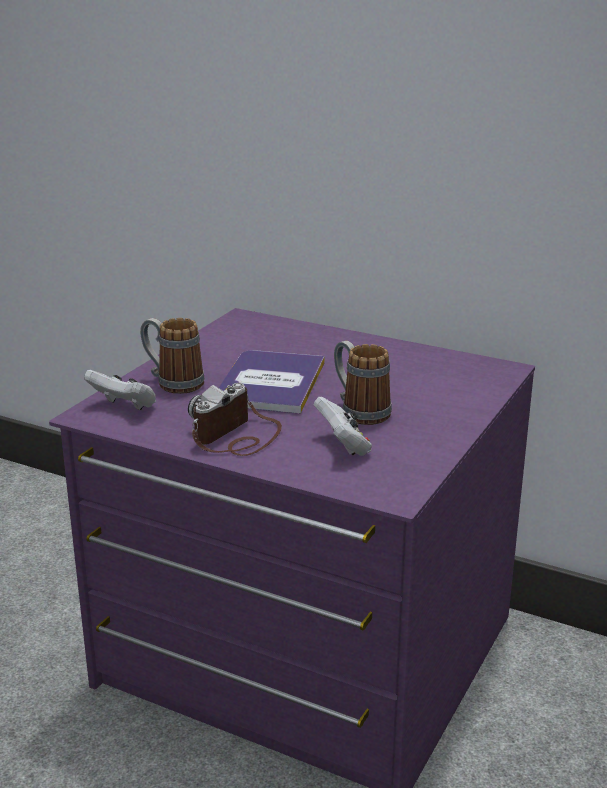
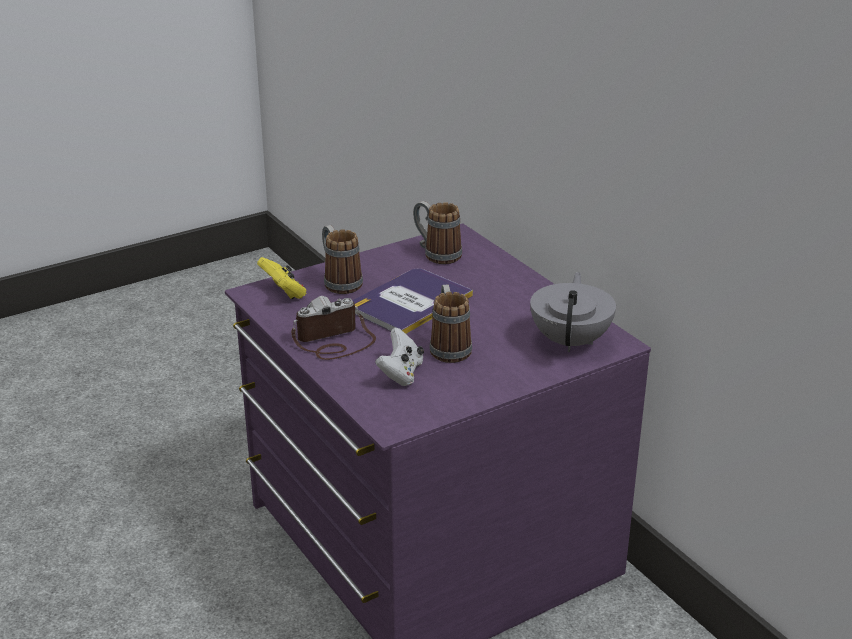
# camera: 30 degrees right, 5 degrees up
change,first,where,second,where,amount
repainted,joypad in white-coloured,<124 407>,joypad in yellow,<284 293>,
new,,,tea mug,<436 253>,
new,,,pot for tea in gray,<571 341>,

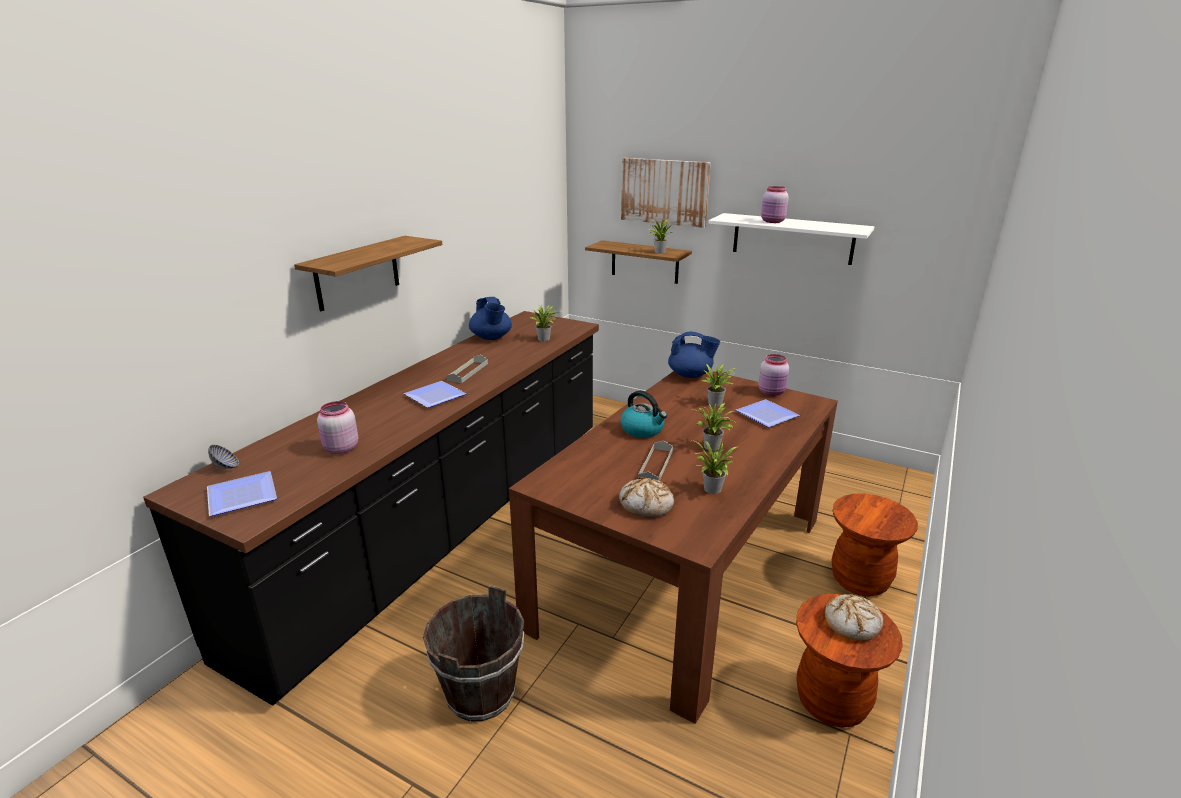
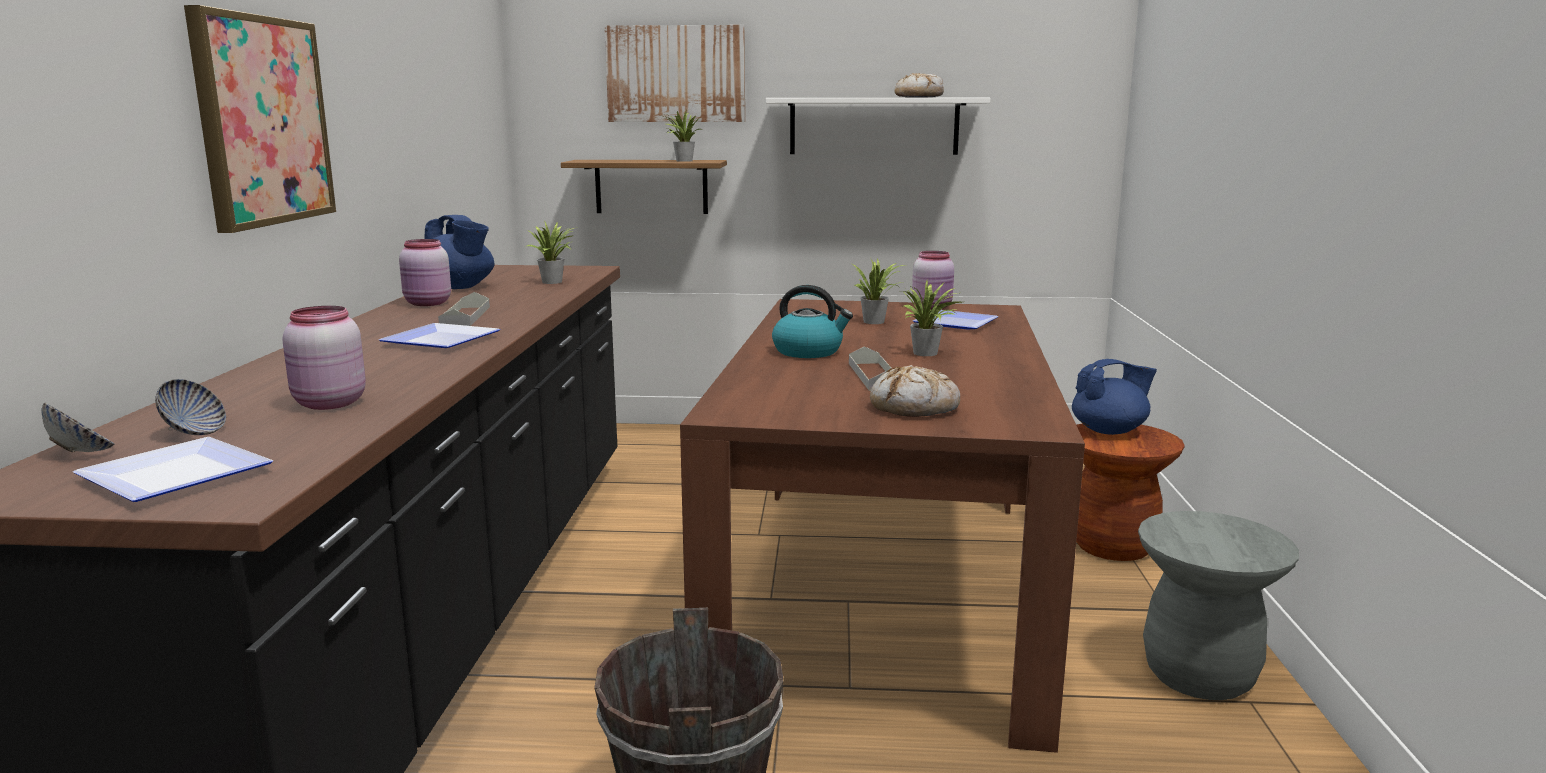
# camera: 25 degrees left, 10 degrees down
change,first,where,second,where,amount
swapped,shelf,<357 273>,wall art,<262 121>,
shifted,pot for tea in blue-coloured,<691 375>,,<1110 431>,
gone,potted plant,<711 490>,,,
shifted,preserve jar in pink,<773 221>,,<428 303>,
repainted,sitting stool in brown,<831 702>,sitting stool in gray,<1199 675>,
shifted,bakery bread,<852 623>,,<919 97>,
new,,,bowl,<194 432>,

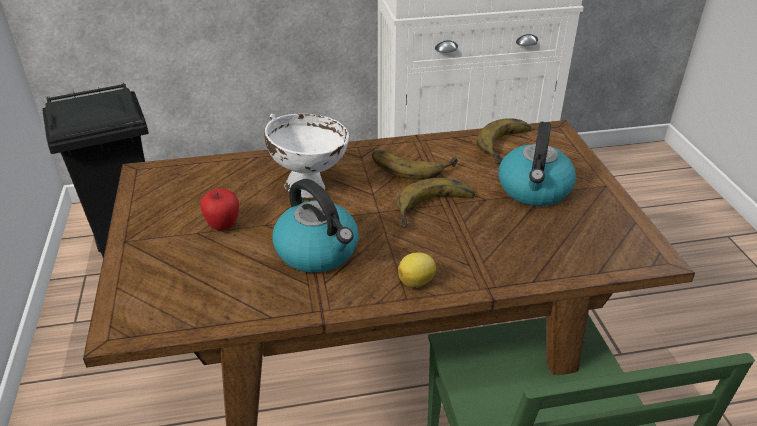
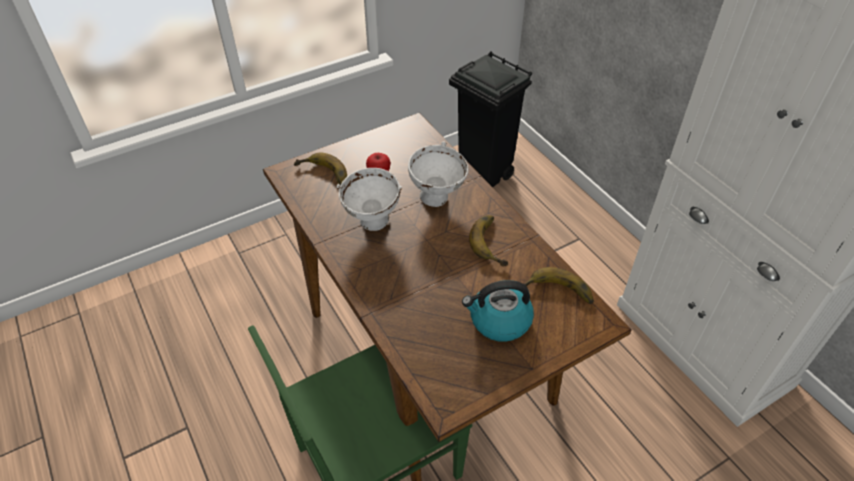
# camera: 70 degrees right, 10 degrees up
change,first,where,second,where,amount
swapped,tea kettle,<318 251>,bowl in white-coloured,<373 223>,
shifted,whole banana,<436 210>,,<322 176>,
gone,citrus fruit,<417 282>,,,

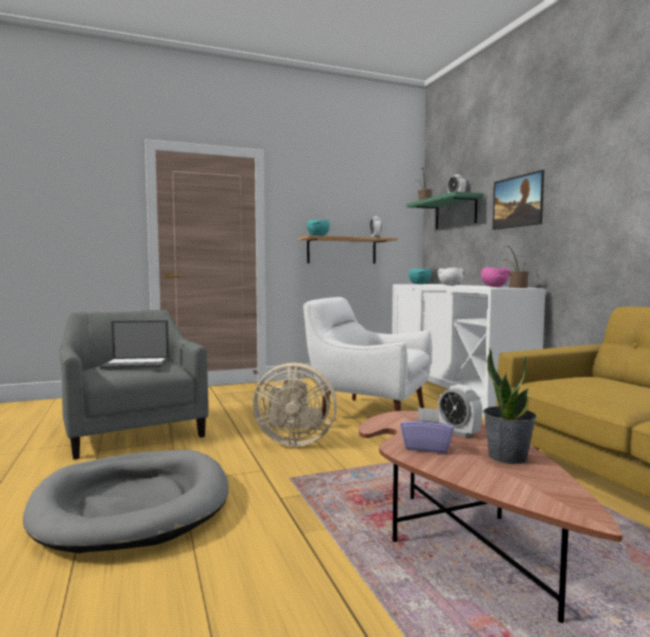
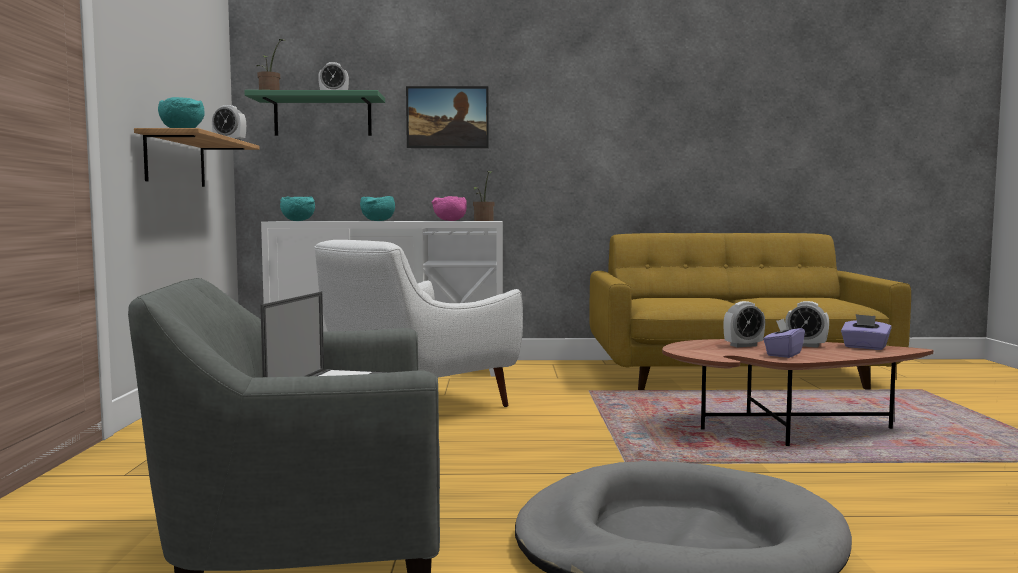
# camera: 70 degrees left, 0 degrees up
change,first,where,second,where,amount
gone,electric fan in beige-coloured,<293 441>,,,
repainted,bowl in white-coloured,<450 285>,bowl in turquoise-coloured,<377 221>,
swapped,potted plant,<507 457>,alarm clock,<806 345>,
new,,,tissue holder in purple,<865 347>,

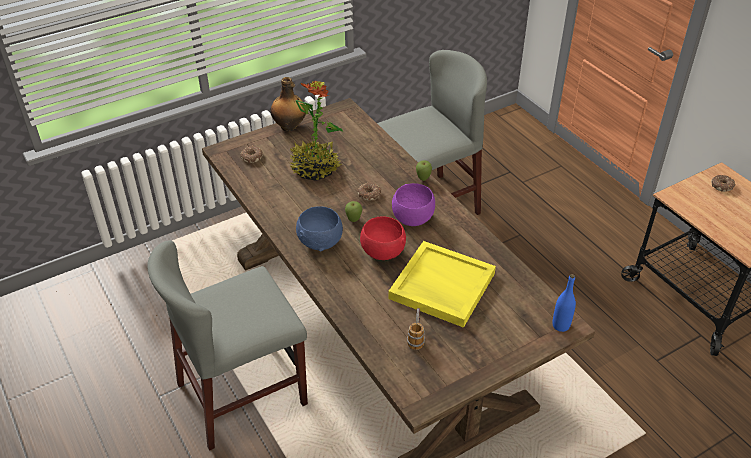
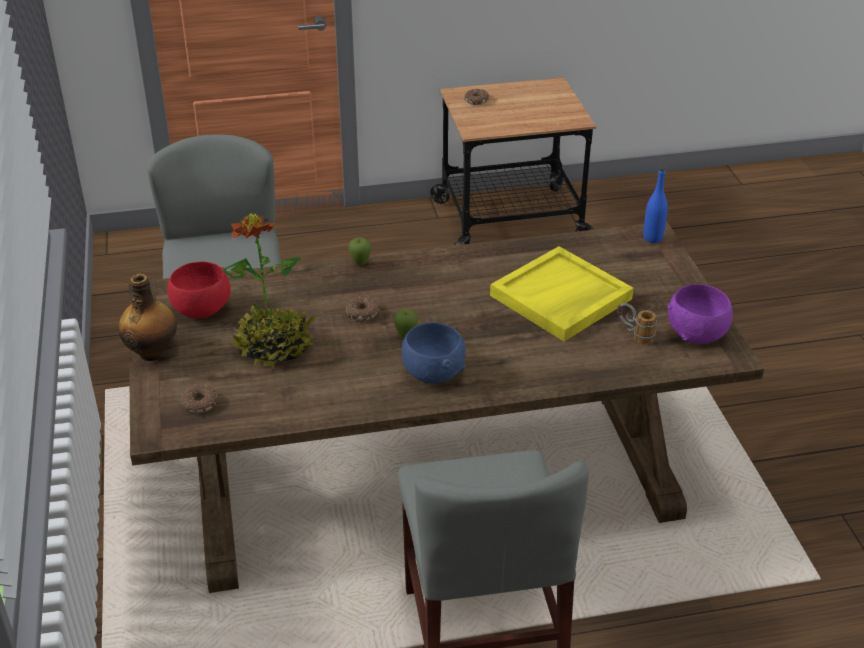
# camera: 70 degrees left, 5 degrees down
change,first,where,second,where,amount
shifted,bowl in reddish,<382 252>,,<200 310>,
shifted,bowl in purple,<413 219>,,<697 335>,

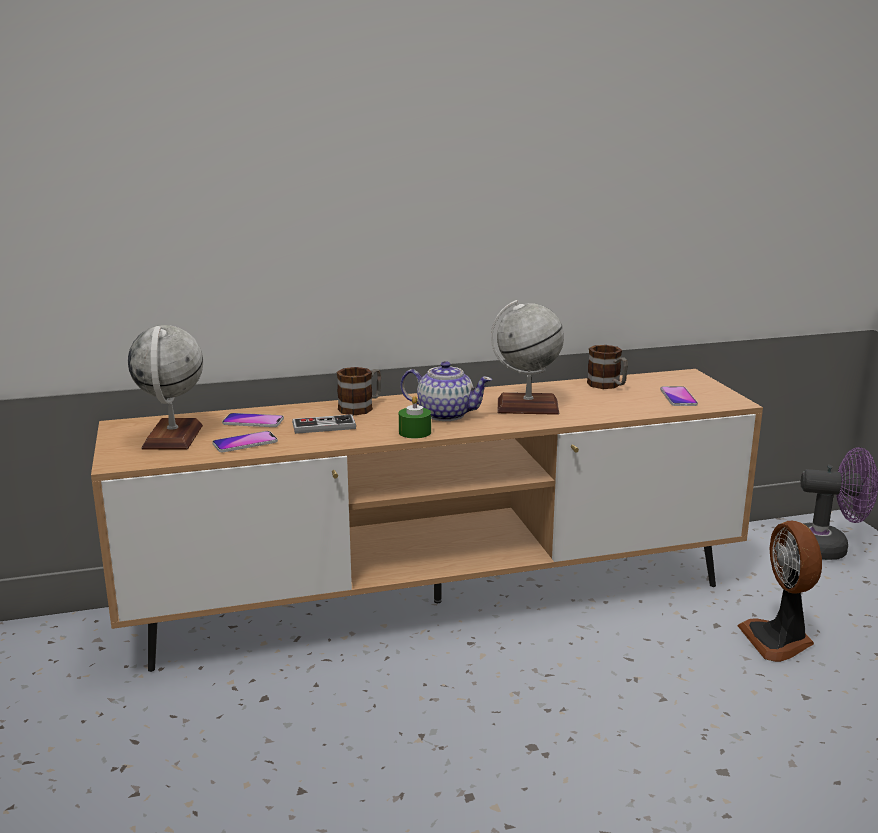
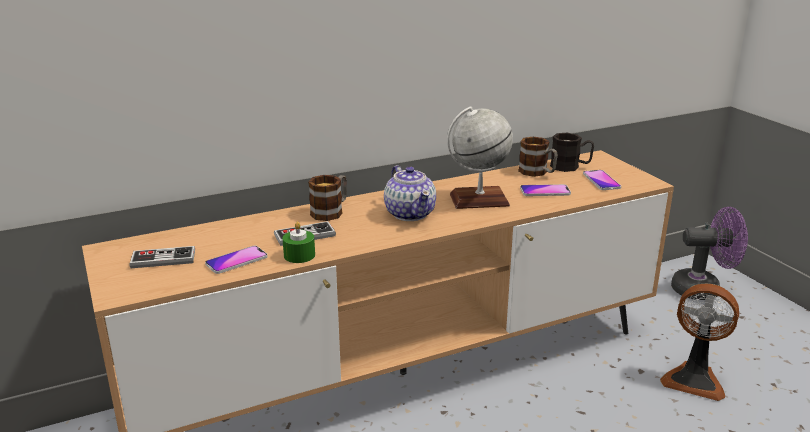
# camera: 10 degrees left, 5 degrees up
change,first,where,second,where,amount
swapped,desk globe,<173 437>,joypad,<163 259>,
shifted,handset,<253 421>,,<545 191>,
shifted,wax candle in green-coloured,<415 432>,,<299 255>,
rotated,pot for tea,<445 414>,,<410 213>,60 degrees clockwise
rotated,electric fan,<779 640>,,<694 380>,45 degrees counterclockwise
new,,,tea mug in black-coloured,<570 167>,

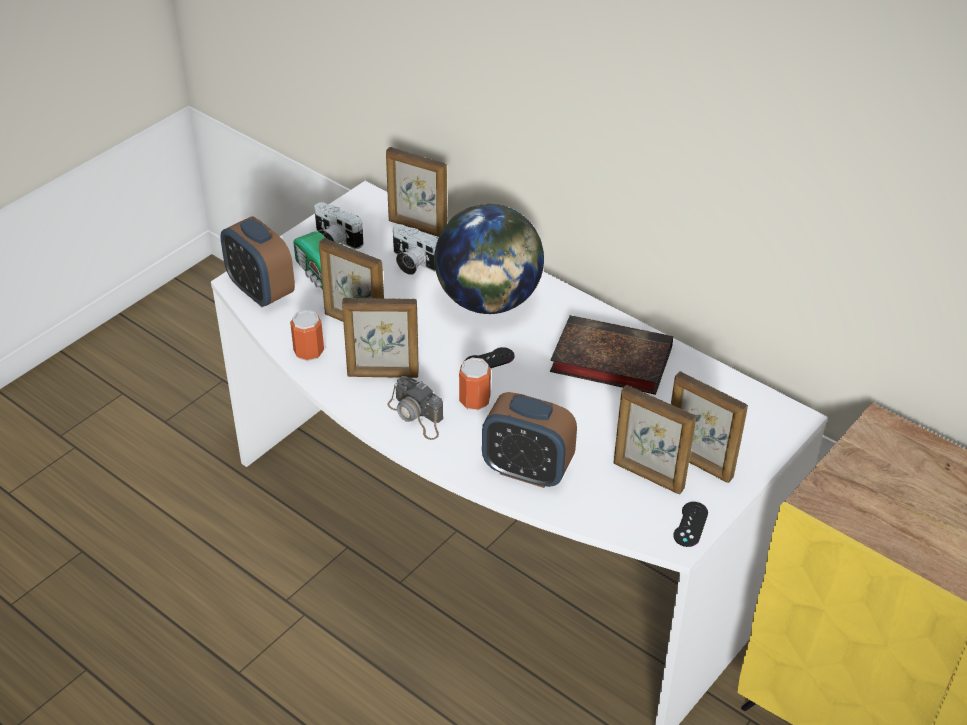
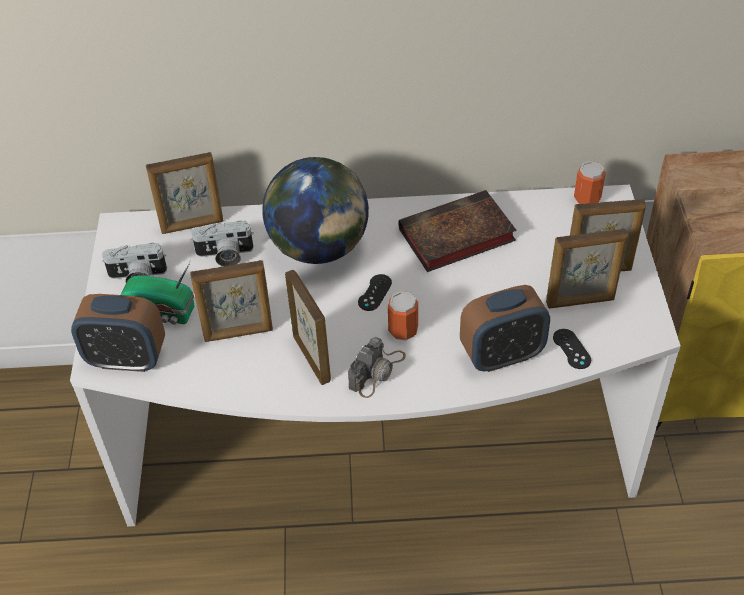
# camera: 40 degrees left, 5 degrees up
change,first,where,second,where,amount
shifted,sealed can,<309 352>,,<587 199>,
rotated,photo frame,<383 375>,,<312 358>,75 degrees counterclockwise
rotated,photo camera,<417 415>,,<377 371>,60 degrees counterclockwise
shifted,joypad in black-coloured,<690 524>,,<571 349>,

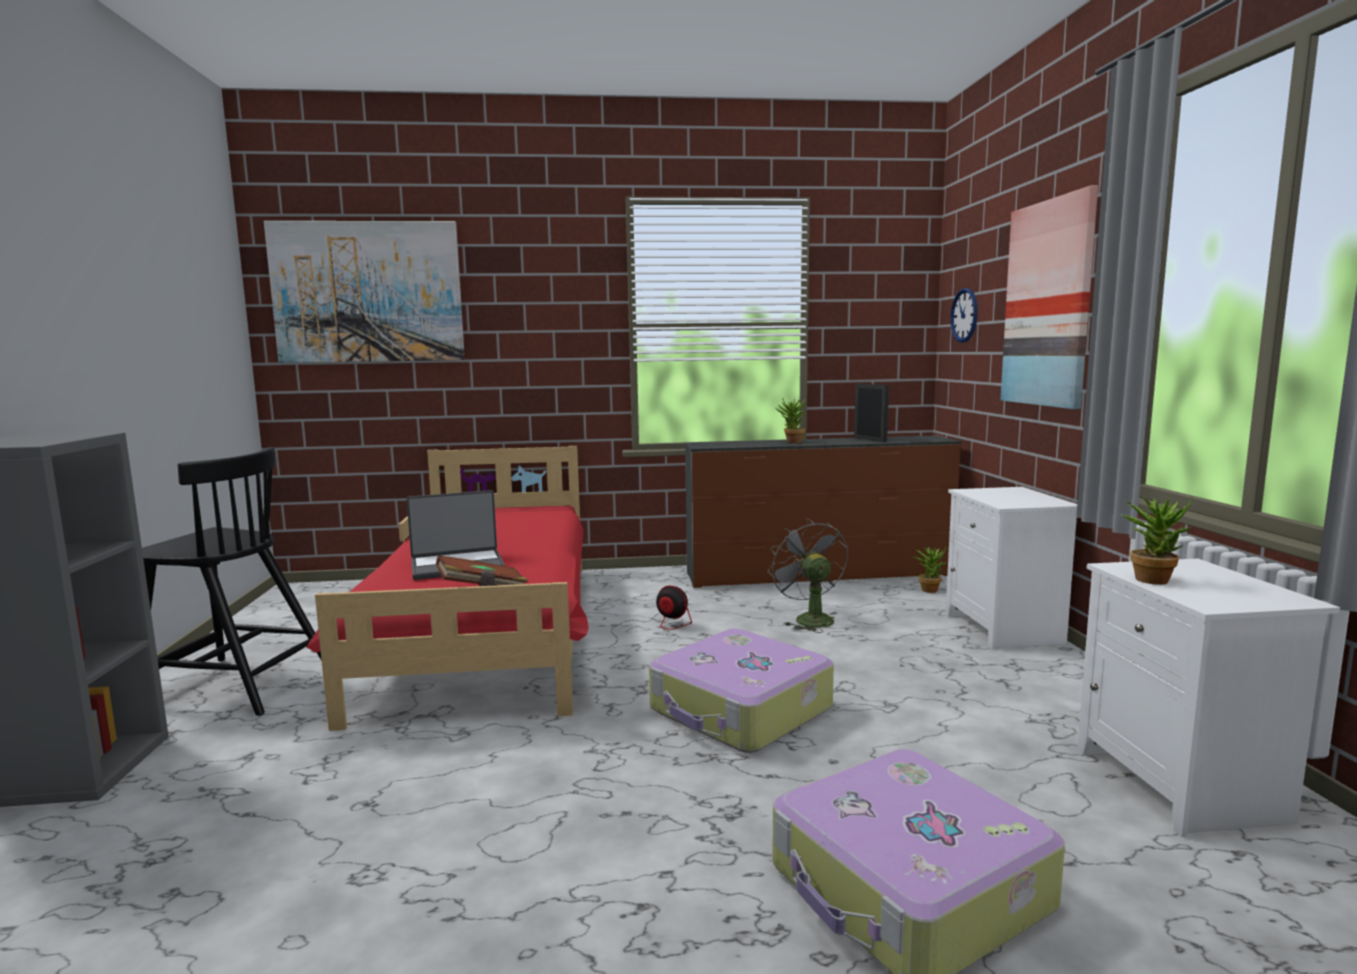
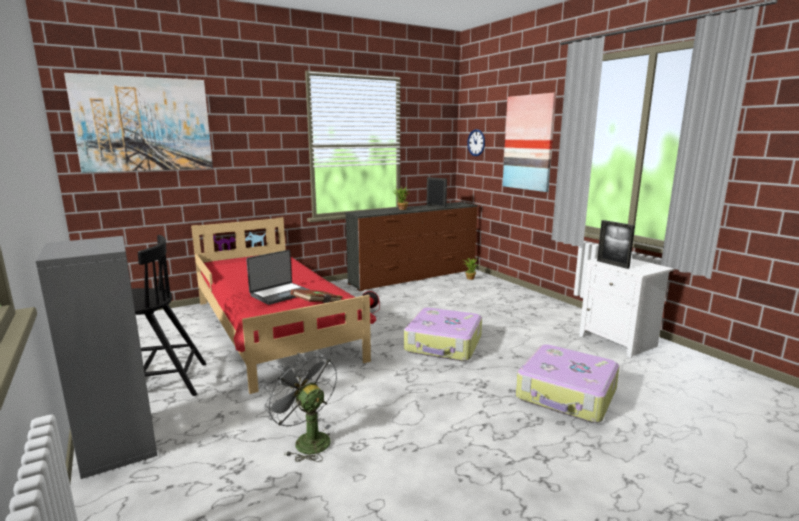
# camera: 25 degrees left, 5 degrees up
change,first,where,second,where,amount
shifted,electric fan in gray,<808 619>,,<306 440>,
gone,bedside table in white-coloured,<1006 629>,,,
swapped,potted plant,<1152 578>,photo frame,<612 264>,

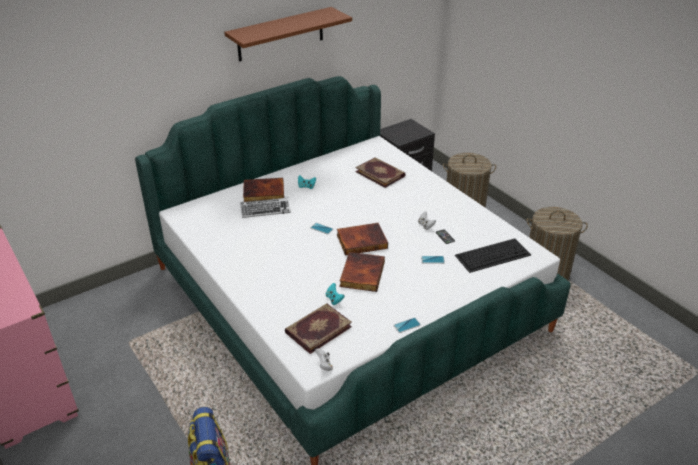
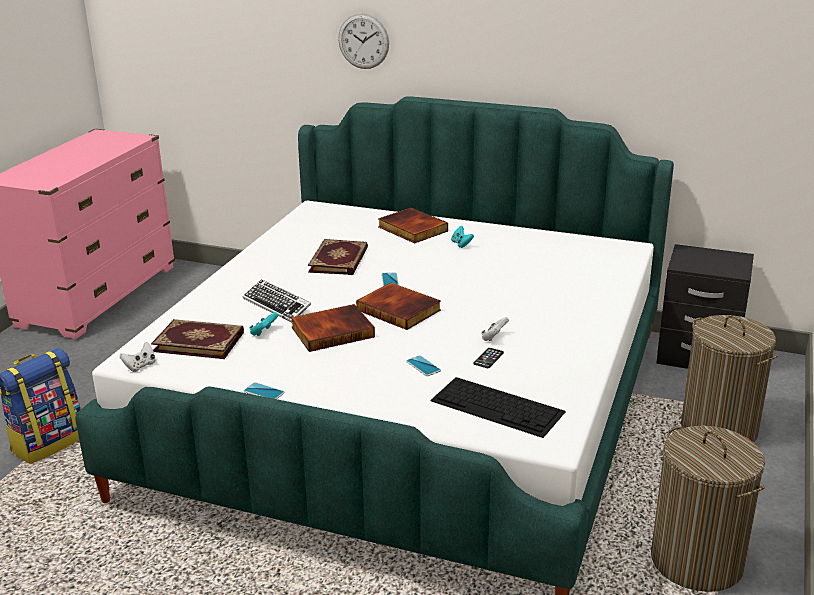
# camera: 55 degrees right, 10 degrees down
change,first,where,second,where,amount
gone,shelf in brown,<280 34>,,,
shifted,computer keyboard,<265 210>,,<277 305>,
shifted,bound book,<380 173>,,<340 260>,
new,,,wall clock,<363 41>,

